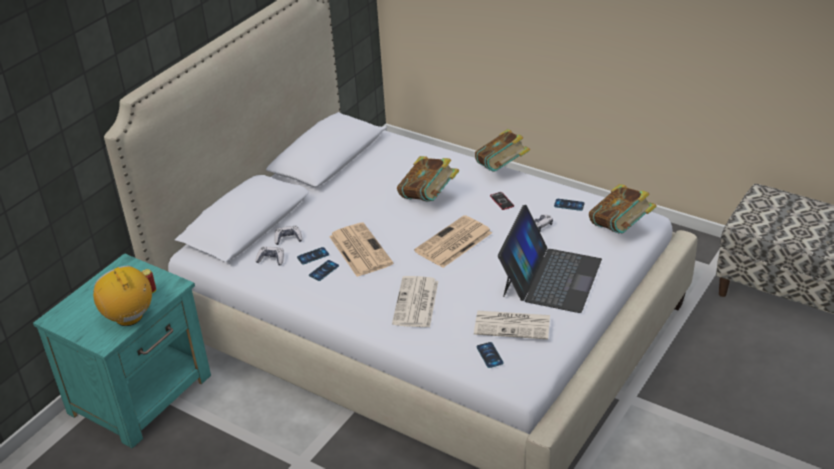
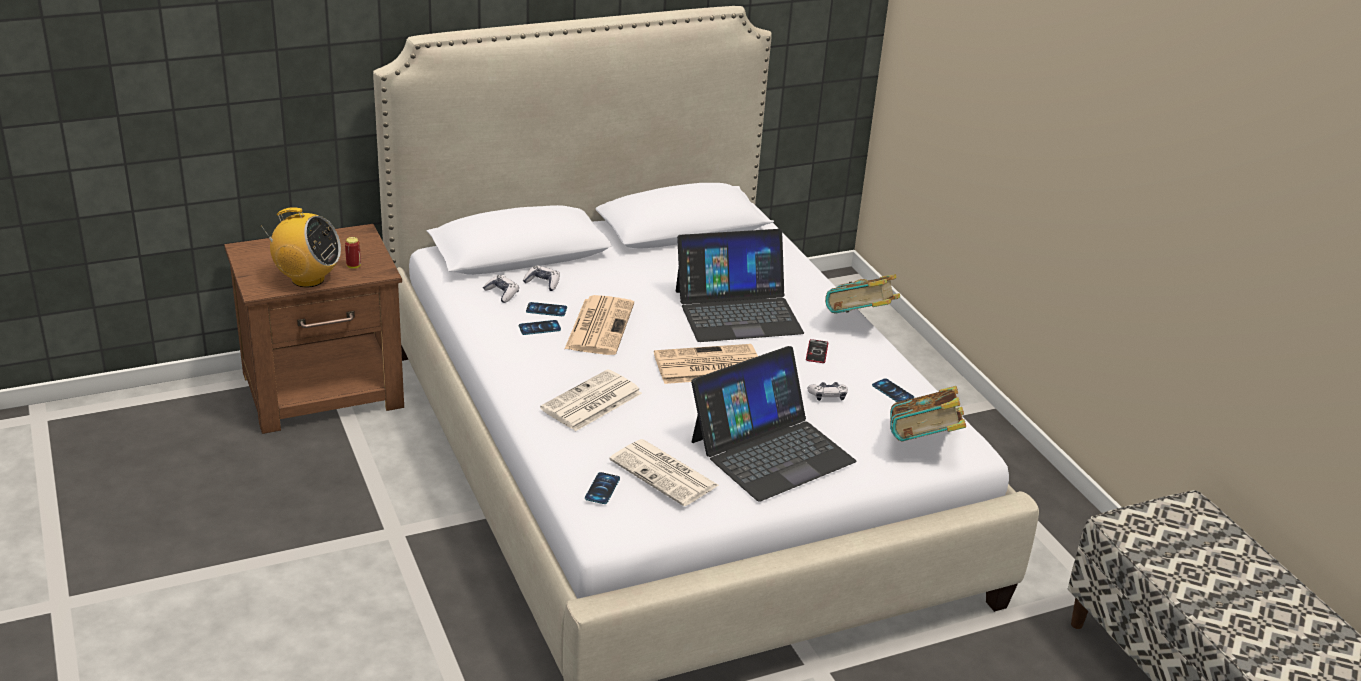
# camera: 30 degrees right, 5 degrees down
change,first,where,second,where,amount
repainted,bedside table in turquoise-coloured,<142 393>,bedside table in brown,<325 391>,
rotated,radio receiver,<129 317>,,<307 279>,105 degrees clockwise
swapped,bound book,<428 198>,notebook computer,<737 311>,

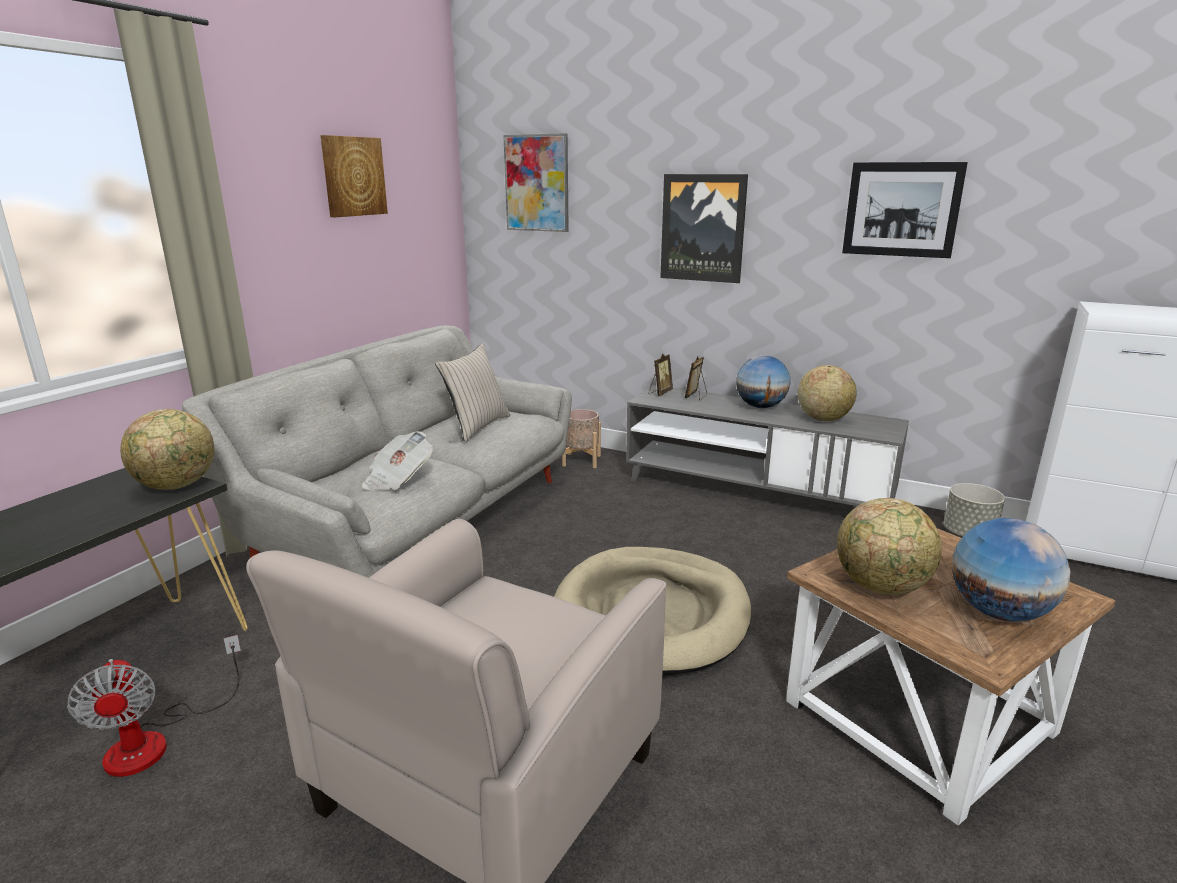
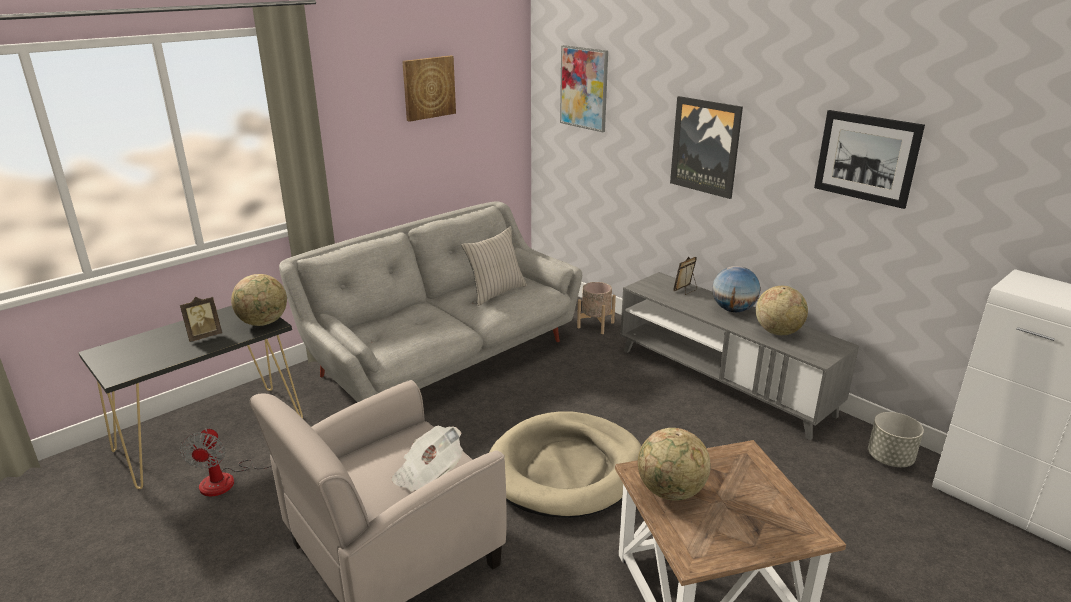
# camera: 20 degrees right, 5 degrees up
change,first,where,second,where,amount
shifted,newspaper,<398 479>,,<428 474>,
shifted,photo frame,<659 393>,,<204 336>,
gone,desk globe,<998 612>,,,

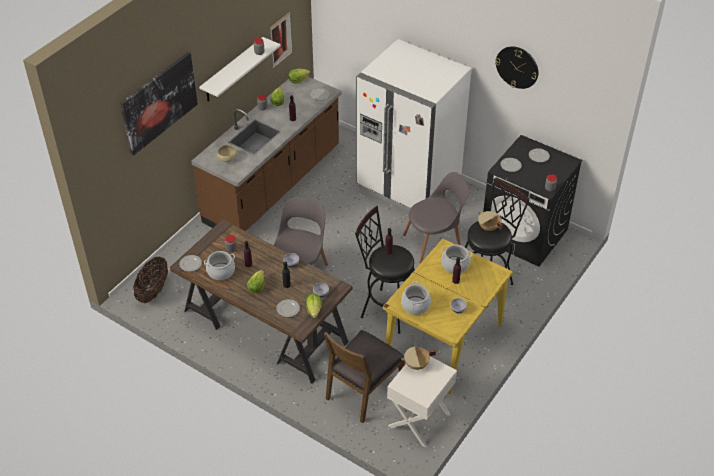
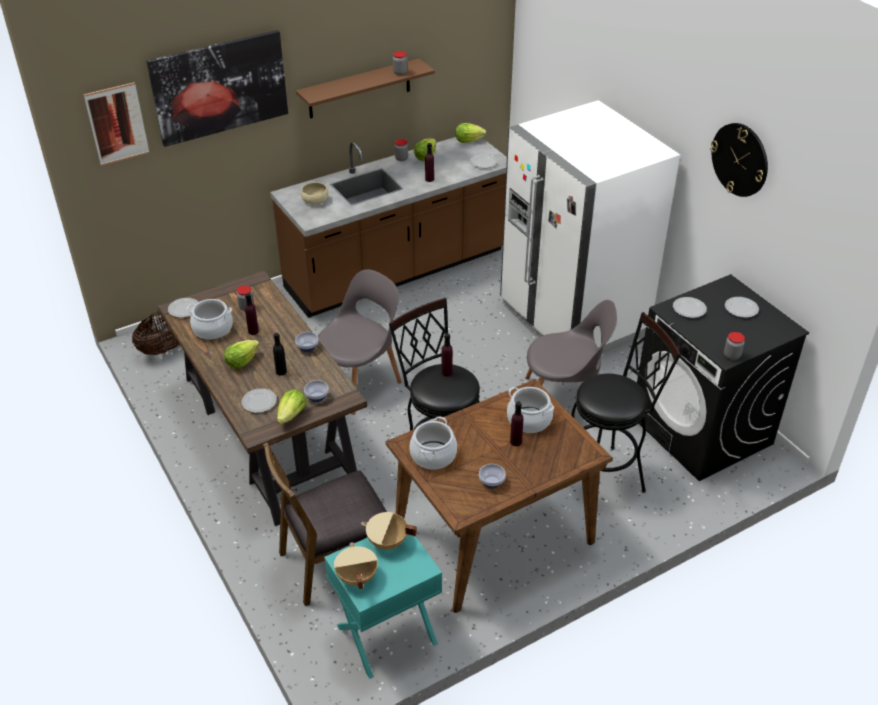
# camera: 25 degrees right, 5 degrees down
change,first,where,second,where,amount
repainted,shelf in white-coloured,<232 70>,shelf in brown,<359 89>,
shifted,wall art,<281 40>,,<117 124>,
repainted,dinner table in yellow,<443 342>,dinner table in brown,<492 536>,
repainted,bedside table in white-coloured,<420 420>,bedside table in turquoise-coloured,<387 635>,
shifted,saucepot in beige-coloured,<488 228>,,<356 577>,

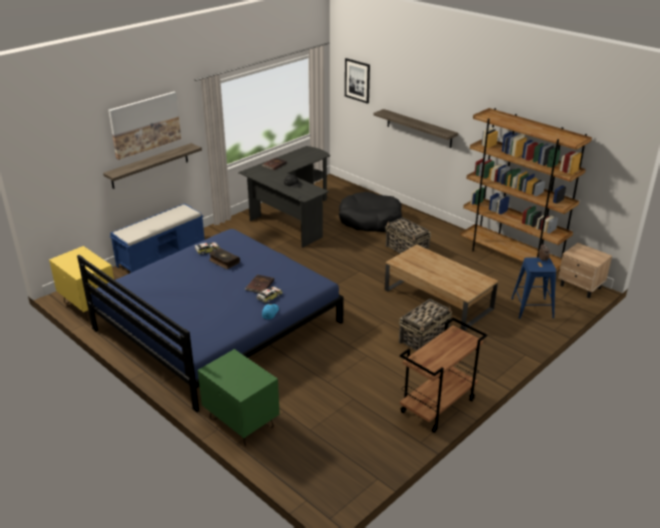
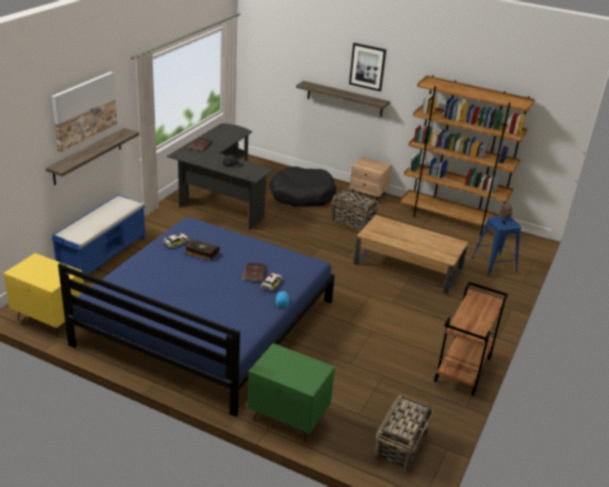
# camera: 20 degrees left, 0 degrees up
change,first,where,second,where,amount
shifted,wall art,<357 80>,,<367 67>,
shifted,storage basket,<424 338>,,<401 446>,
shifted,bedside table in beige-coloured,<580 287>,,<368 195>,

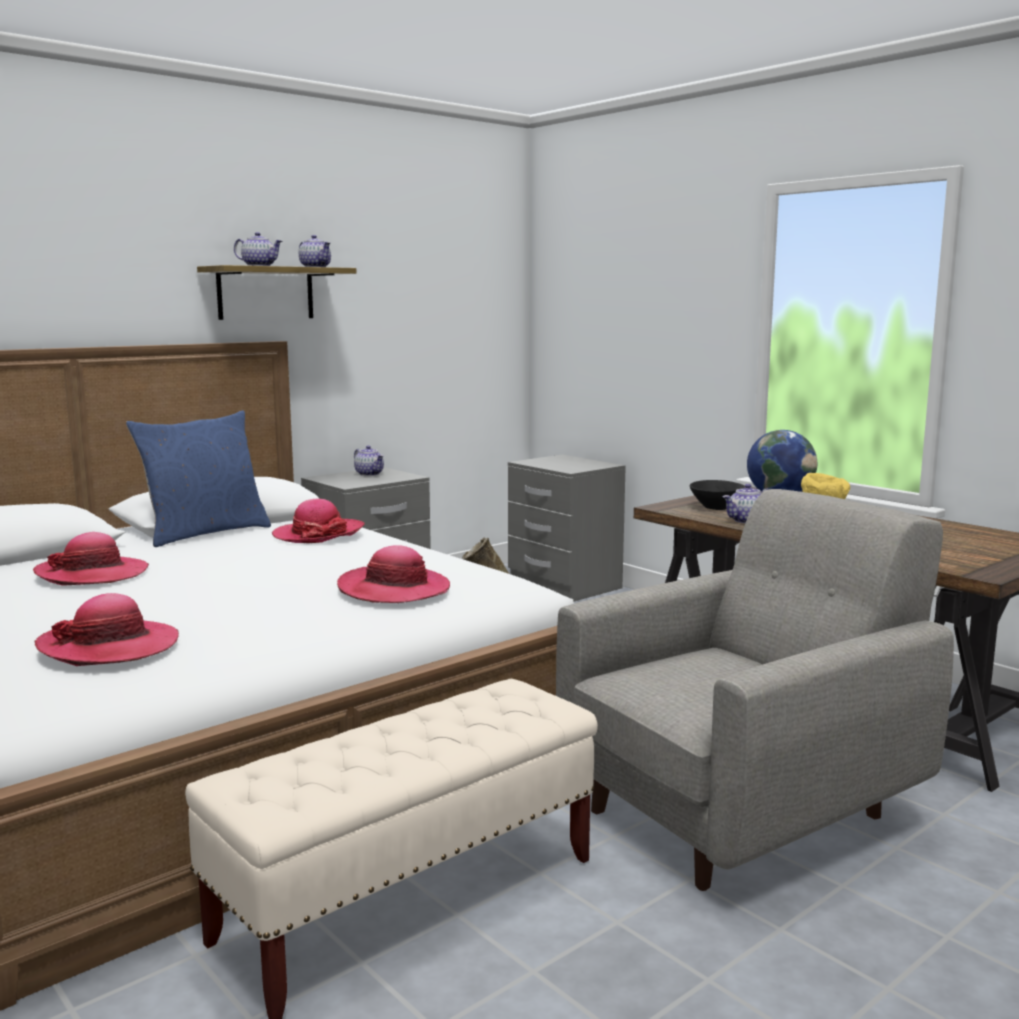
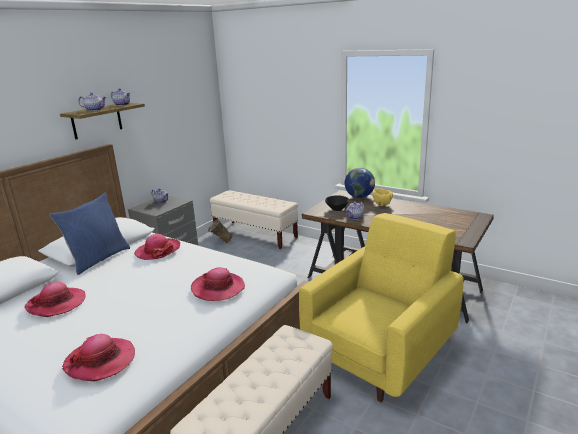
# camera: 15 degrees left, 10 degrees up
change,first,where,second,where,amount
swapped,bedside table in gray,<563 586>,bench in beige-coloured,<255 235>,
repainted,lounge chair in gray,<744 811>,lounge chair in yellow,<381 354>,

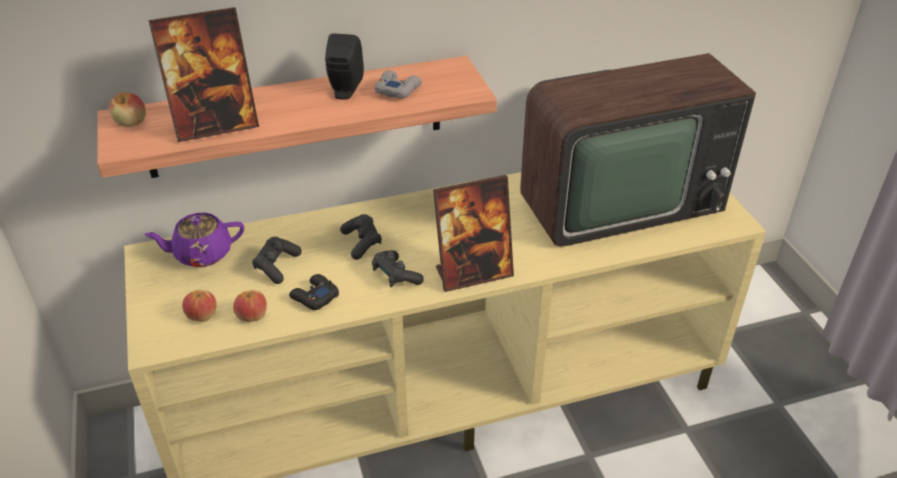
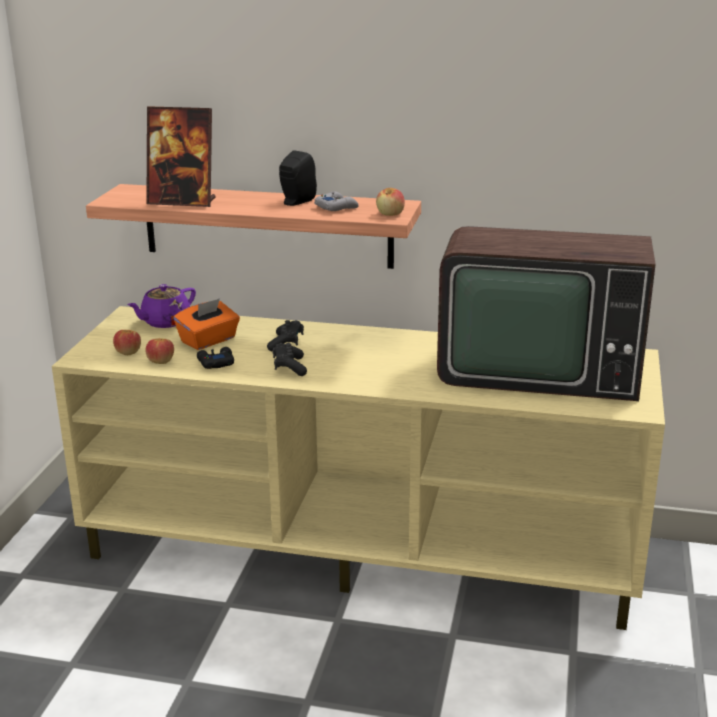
# camera: 30 degrees right, 15 degrees down
change,first,where,second,where,amount
shifted,whole apple,<131 122>,,<390 214>,
rotated,pot for tea in purple,<202 254>,,<165 322>,60 degrees counterclockwise
swapped,joypad in black-coloured,<277 266>,tissue holder in orange-coloured,<209 341>,
gone,photo frame,<473 273>,,,

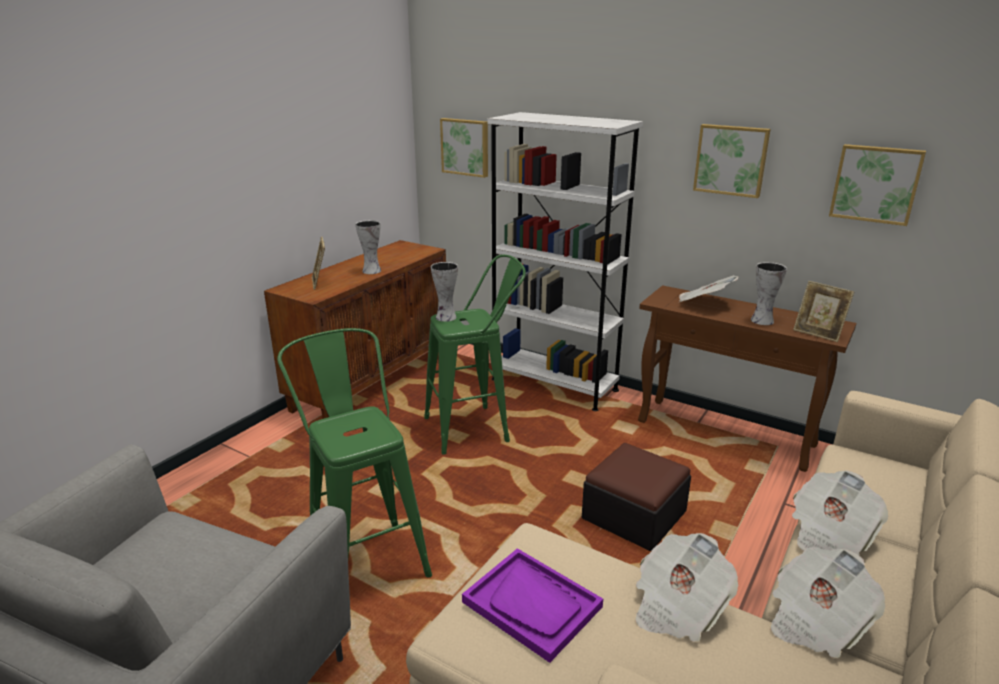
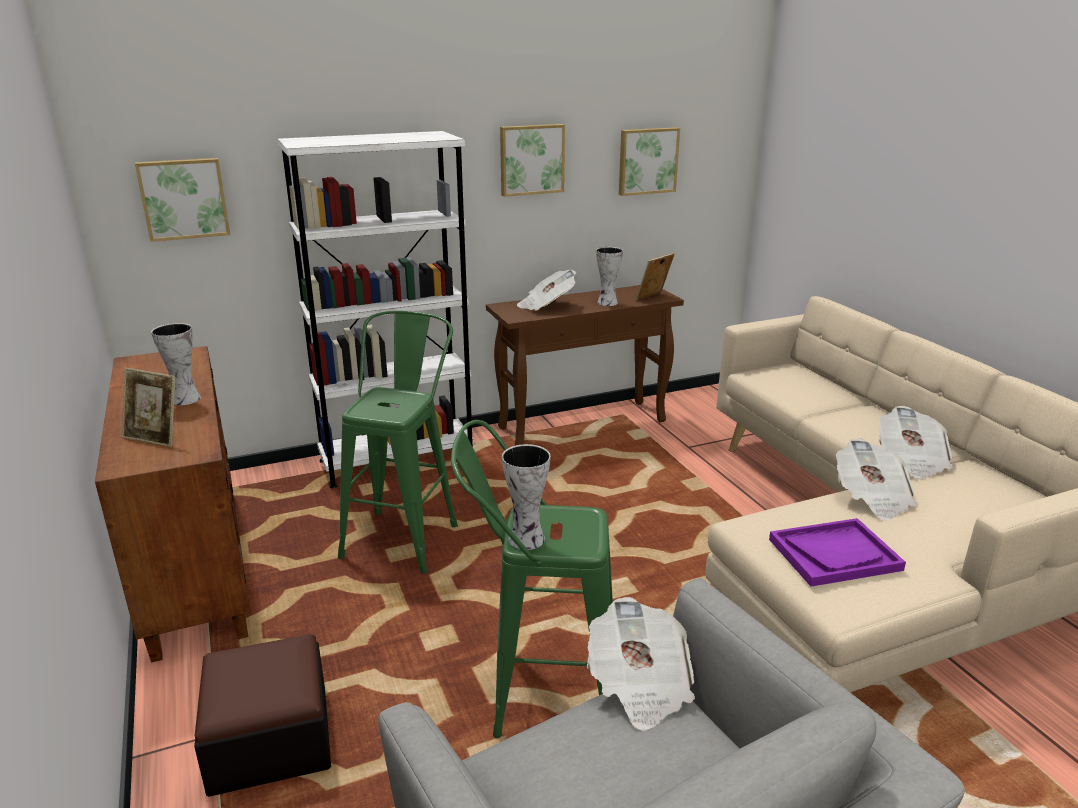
# camera: 55 degrees left, 0 degrees up
change,first,where,second,where,amount
shifted,decorative vase,<445 317>,,<526 540>,
shifted,footrest,<634 515>,,<270 739>,
shifted,newspaper,<830 534>,,<639 685>,
rotated,photo frame,<818 333>,,<653 298>,150 degrees clockwise

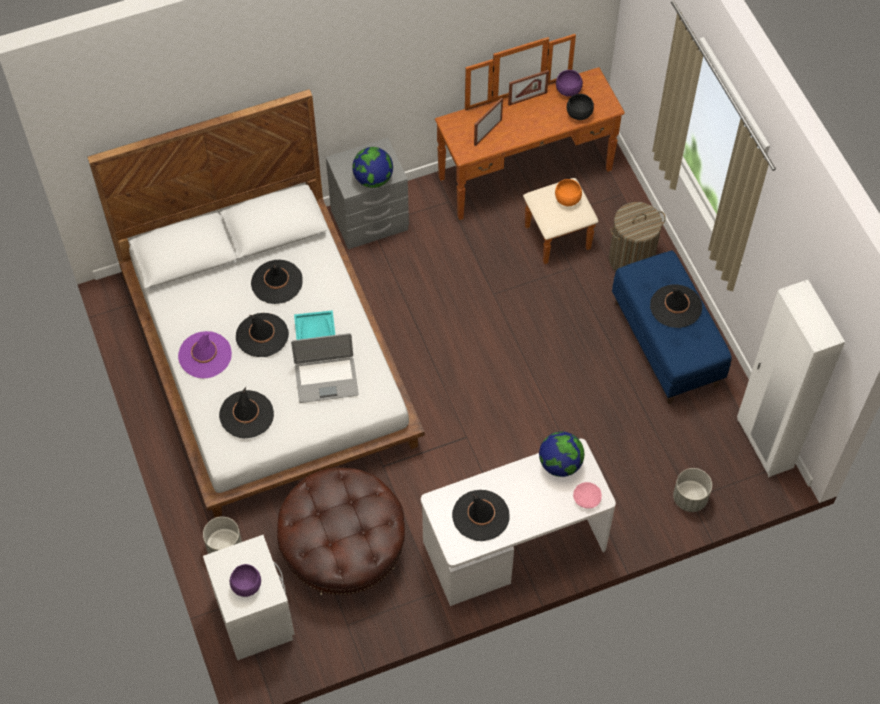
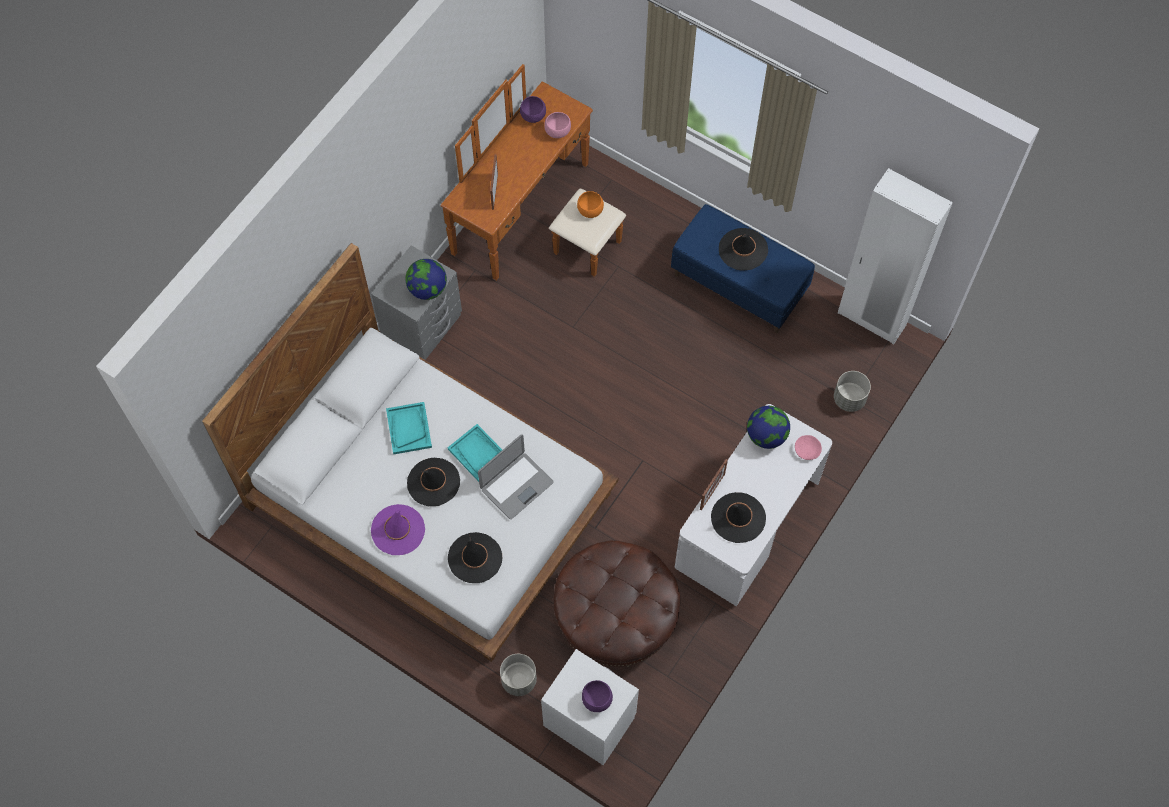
# camera: 35 degrees left, 5 degrees up
change,first,where,second,where,amount
swapped,hat in black-coloured,<277 282>,serving tray in turquoise-coloured,<409 428>,
shifted,photo frame,<527 98>,,<712 491>,
repainted,bowl in black-coloured,<579 114>,bowl in pink,<557 131>,
gone,laundry basket,<631 259>,,,

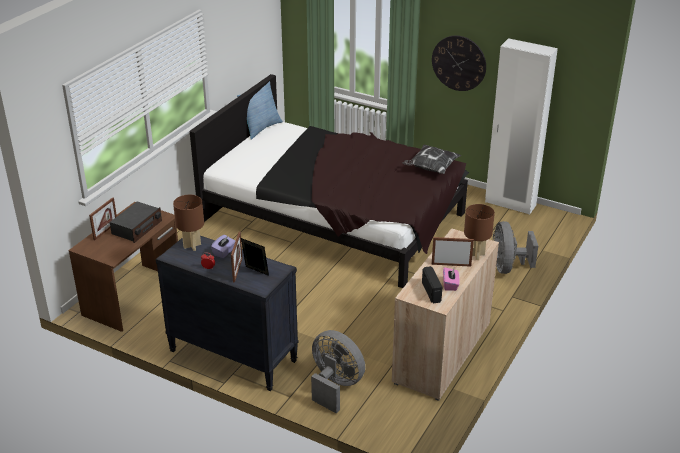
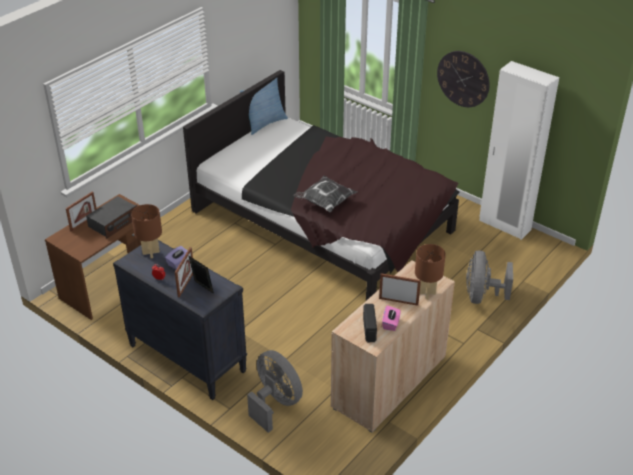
# camera: 10 degrees right, 5 degrees up
change,first,where,second,where,amount
shifted,pillow,<431 168>,,<325 202>,

